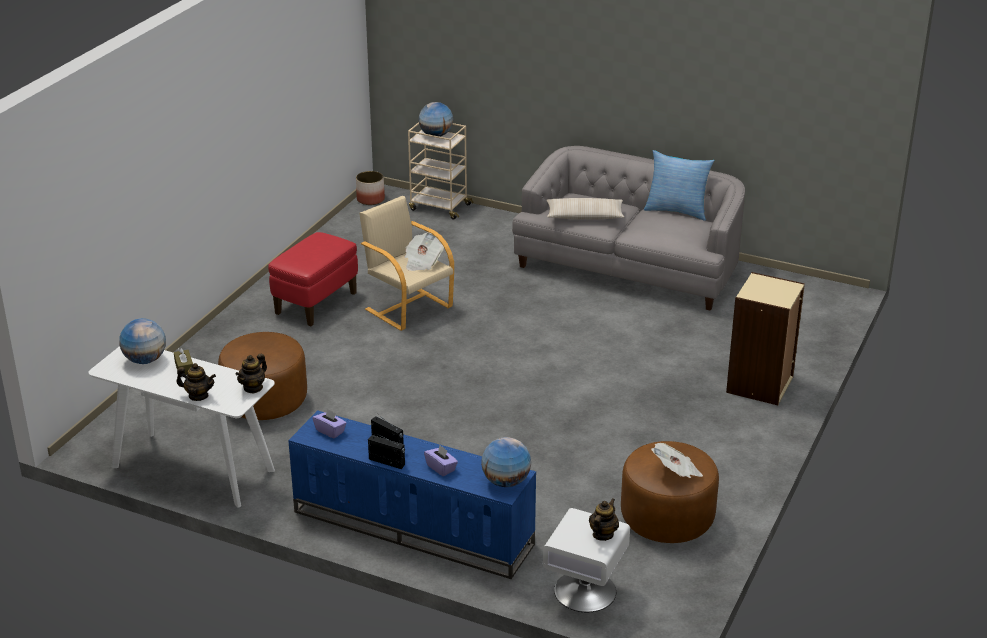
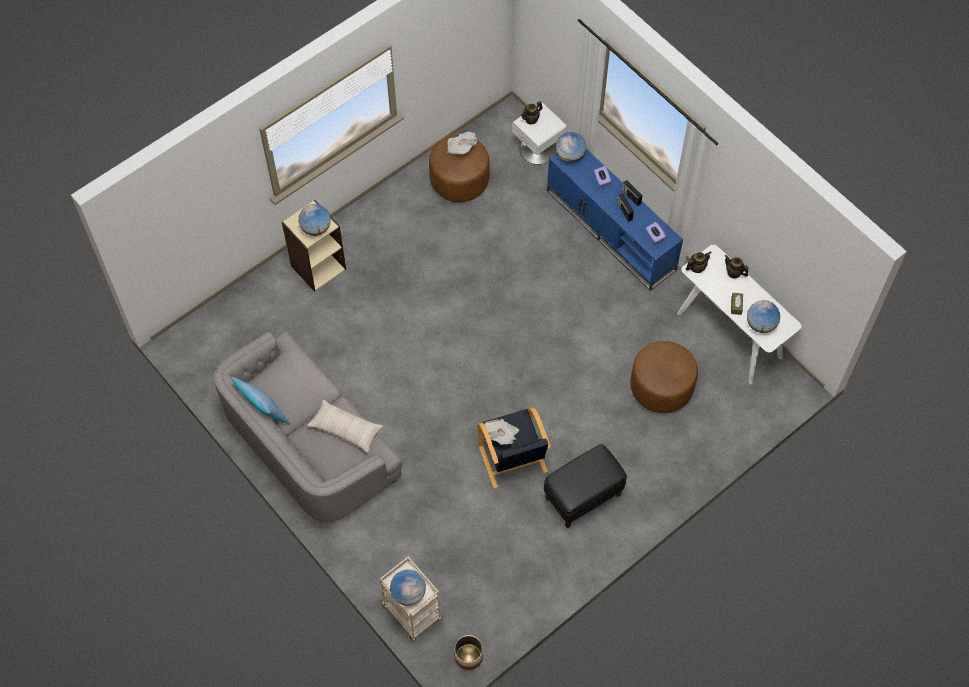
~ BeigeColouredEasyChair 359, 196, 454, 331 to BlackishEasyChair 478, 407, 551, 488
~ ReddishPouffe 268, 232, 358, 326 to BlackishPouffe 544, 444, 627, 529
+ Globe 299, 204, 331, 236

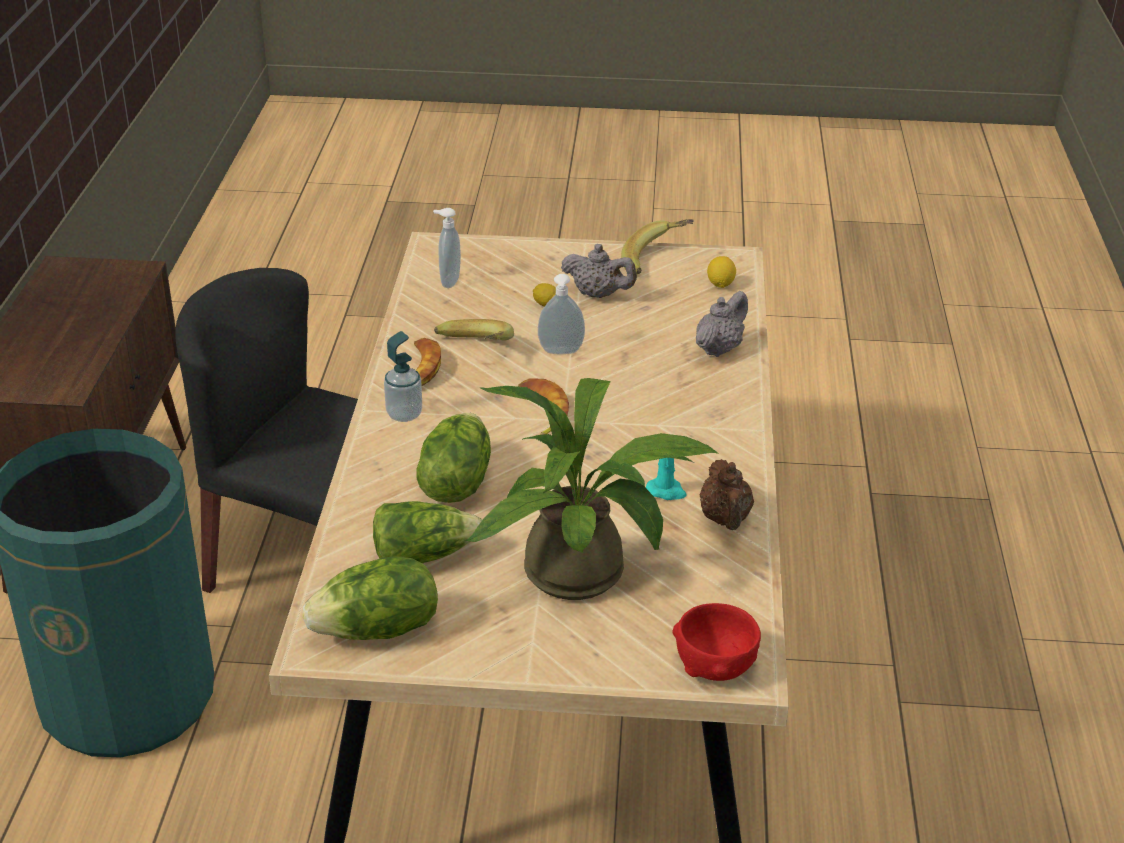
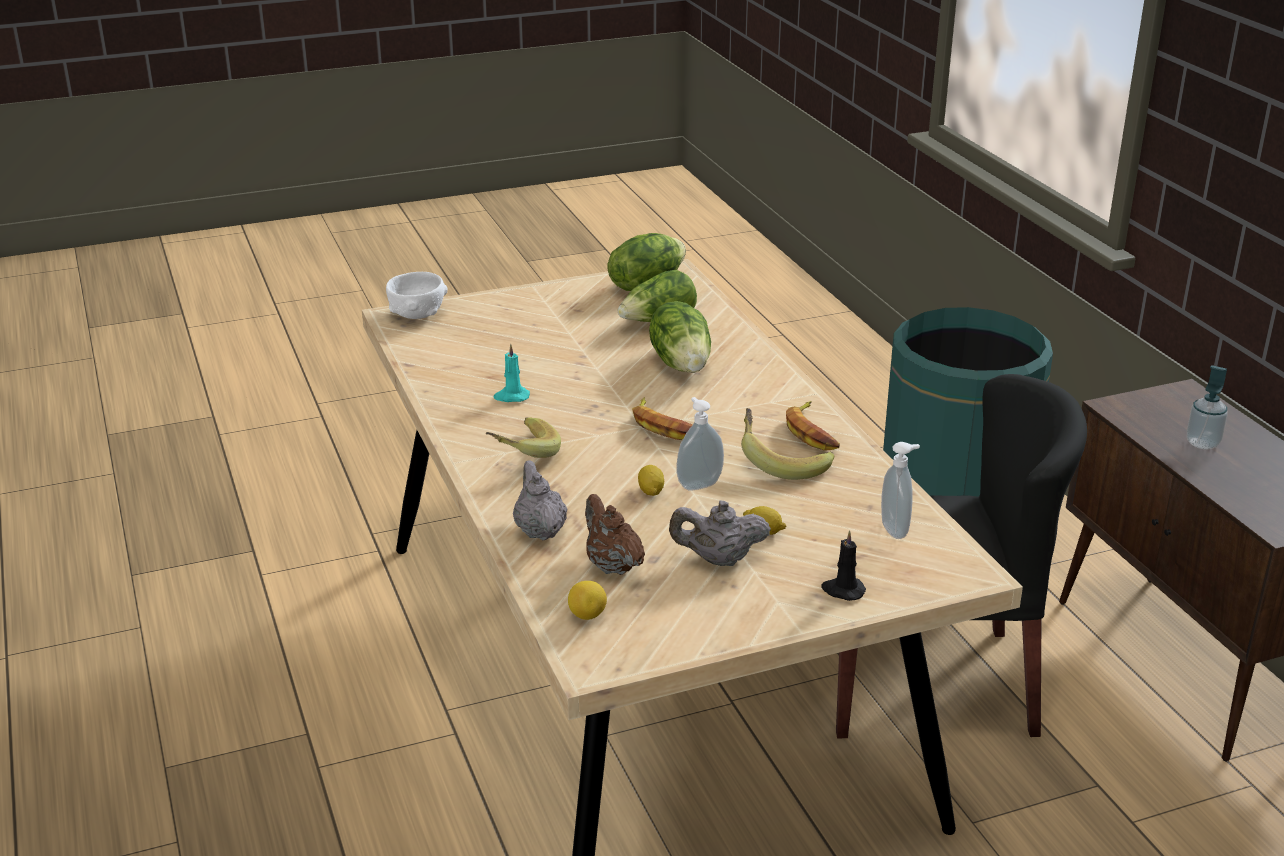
~ WholeBanana 621, 219, 694, 274 to 486, 417, 561, 458
~ GreyTeapot 696, 291, 748, 357 = 513, 460, 567, 540 150 degrees clockwise
~ SoapBottle 384, 331, 422, 422 to 1187, 365, 1228, 450
- Houseplant 465, 378, 719, 600
~ BrownColouredTeapot 699, 459, 754, 530 to 585, 494, 645, 575
~ ReddishServingBowl 672, 603, 761, 681 to WhiteServingBowl 386, 272, 447, 319
+ Lemon 638, 465, 664, 496
+ BlackishWaxLight 821, 530, 866, 601

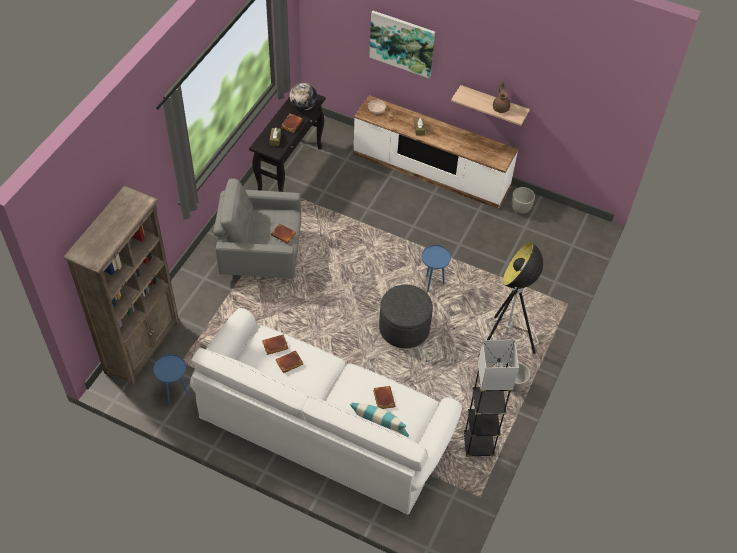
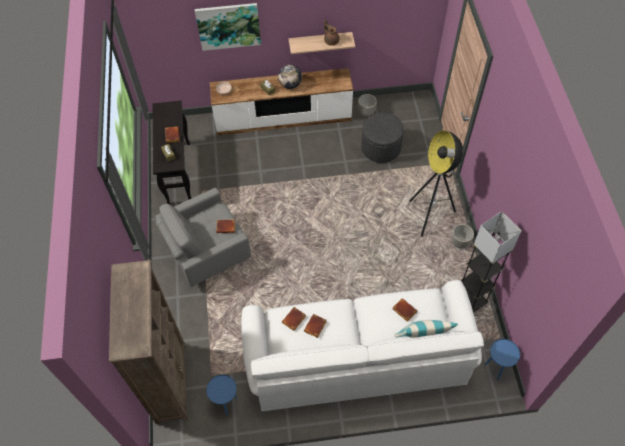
~ Globe 290, 83, 317, 111 to 278, 65, 302, 89
~ BluishEndTable 421, 245, 451, 292 to 484, 339, 520, 380
~ GreyPouffe 379, 284, 433, 348 to 361, 113, 404, 163

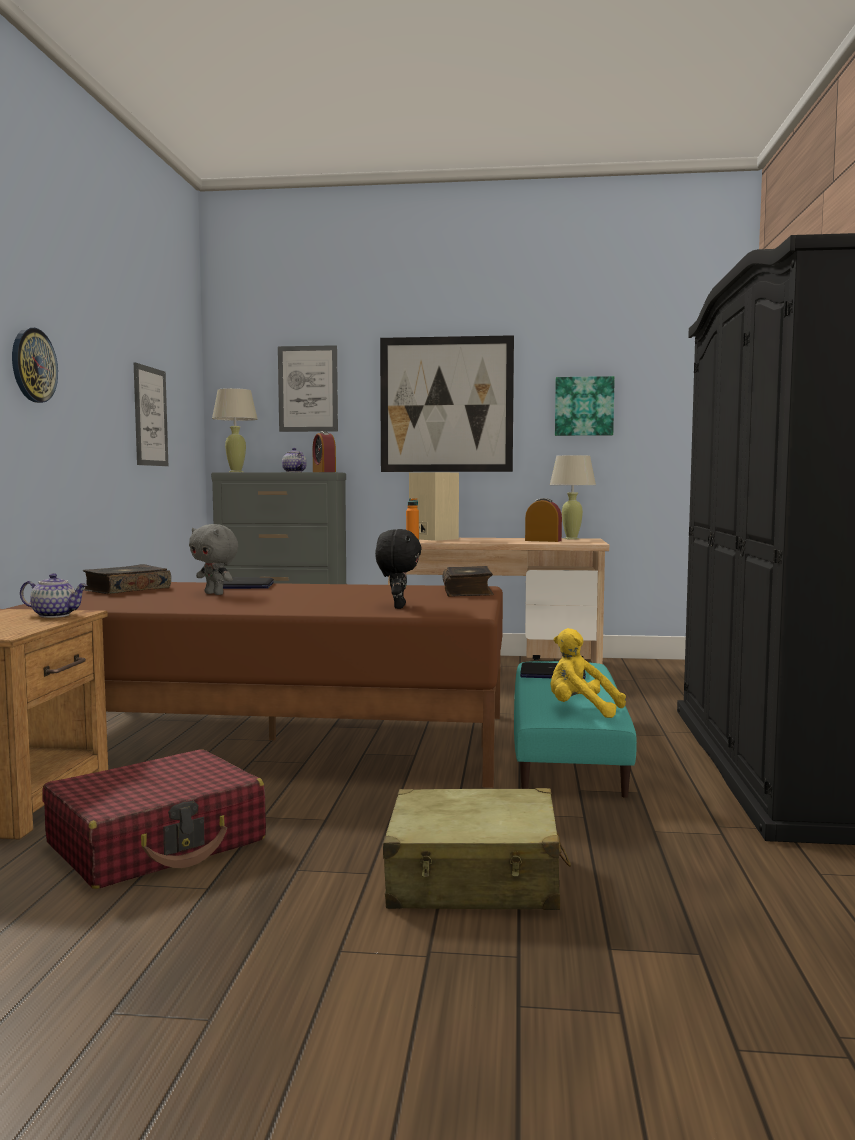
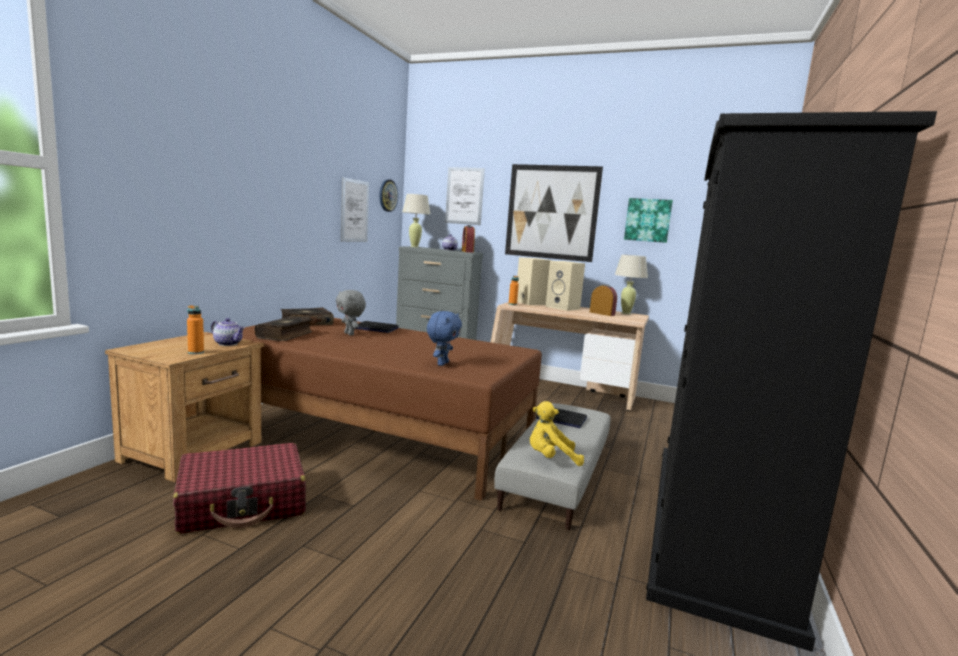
~ ClockOnTheWall 12, 328, 58, 403 to 379, 179, 398, 212
~ BlackishSoftToy 375, 529, 422, 609 to BluishSoftToy 427, 311, 462, 366
~ BoundBook 443, 566, 494, 596 to 255, 316, 313, 341
~ YellowSoftToy 550, 628, 626, 718 = 530, 401, 584, 466 45 degrees counterclockwise
~ TurquoiseColouredPouffe 514, 661, 637, 798 to GreyPouffe 494, 403, 611, 530
- BeigeColouredSuitcase 383, 788, 571, 910
+ BeigeColouredSpeaker 546, 261, 585, 311
+ OrangeColouredBottle 187, 305, 204, 354

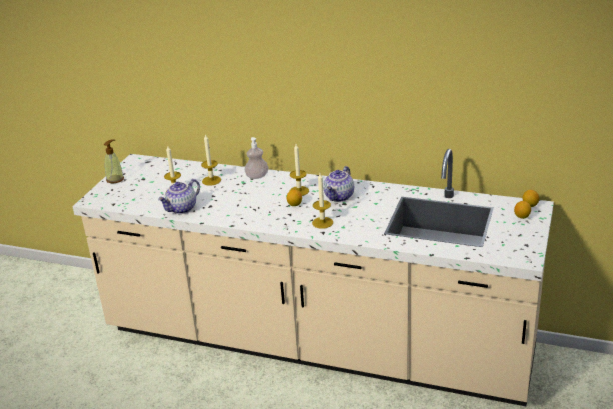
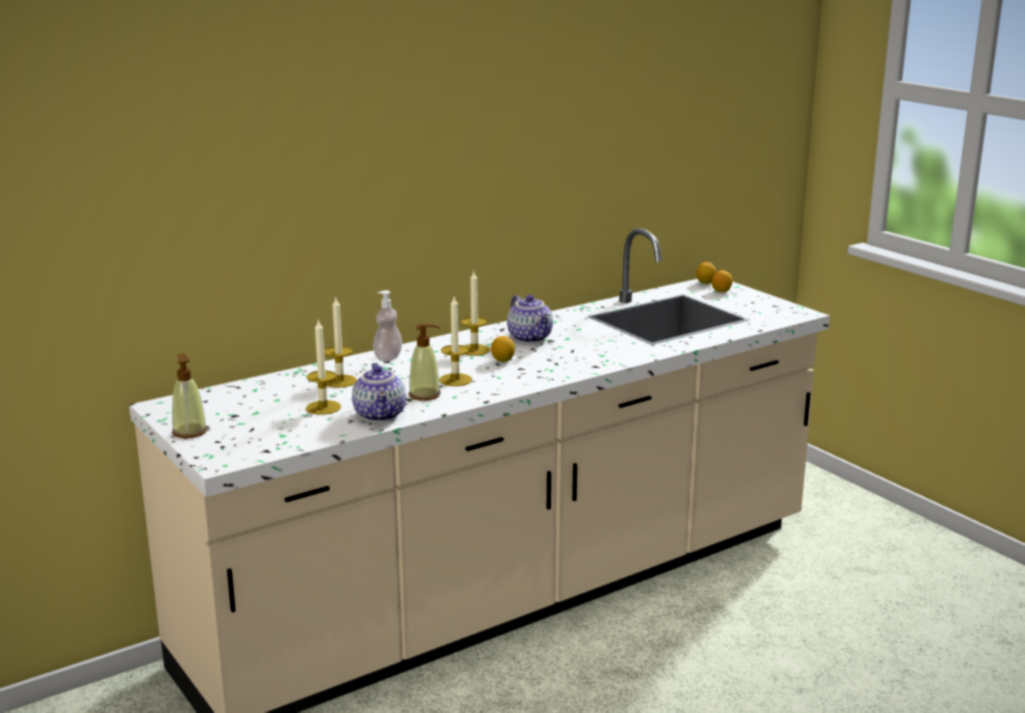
~ WaxLight 312, 173, 333, 229 to 439, 297, 472, 386
+ SoapBottle 409, 323, 441, 401

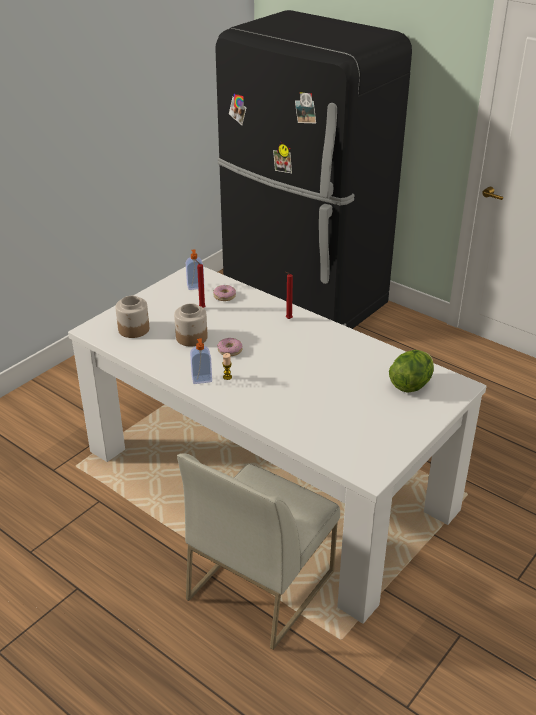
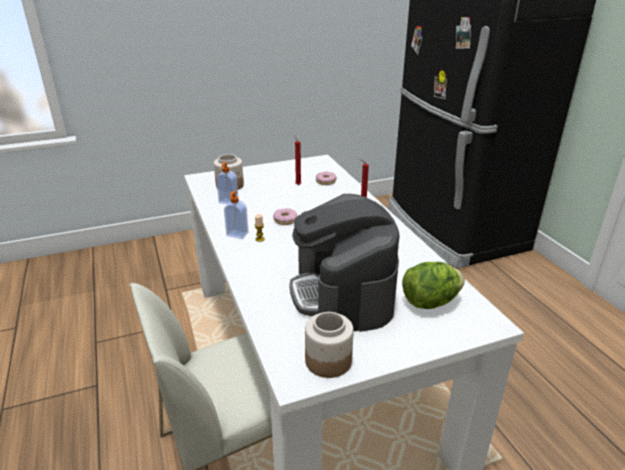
~ SoapBottle 186, 249, 205, 290 to 216, 162, 239, 204
~ StorageJar 174, 303, 208, 347 to 305, 312, 354, 378
+ CoffeeMaker 290, 194, 399, 332

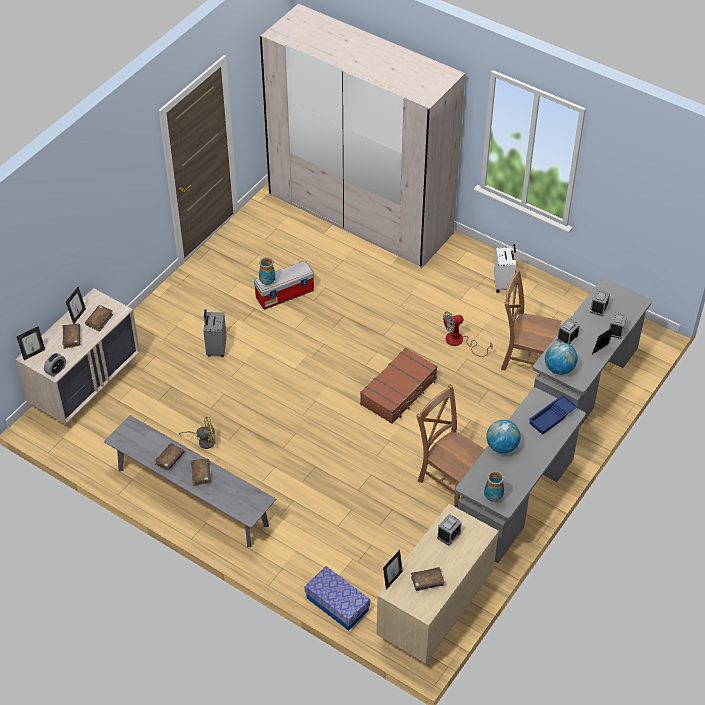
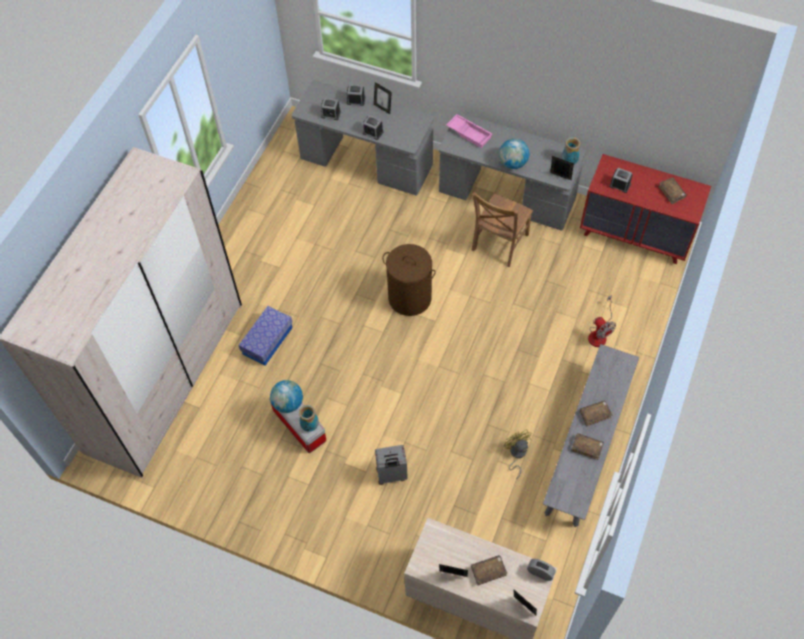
- WhiteSuitcase 494, 244, 516, 293
- BrownColouredPlainChair 501, 269, 561, 370
- BrownColouredBoundBook 85, 305, 113, 332
~ CoolingFan 443, 311, 493, 357 to 588, 295, 616, 347
~ Globe 545, 342, 578, 375 to 270, 380, 303, 413
~ BrownColouredSuitcase 360, 347, 438, 424 to BrownColouredWashingBasket 382, 244, 436, 316
~ BluishServingTray 528, 394, 578, 435 to PinkColouredServingTray 446, 114, 492, 148
~ BeigeColouredDrawerChest 377, 504, 499, 664 to ReddishDrawerChest 580, 154, 711, 264
~ PictureFrame 383, 550, 403, 590 to 550, 156, 574, 180
~ StorageBin 305, 566, 370, 631 to 238, 306, 292, 366

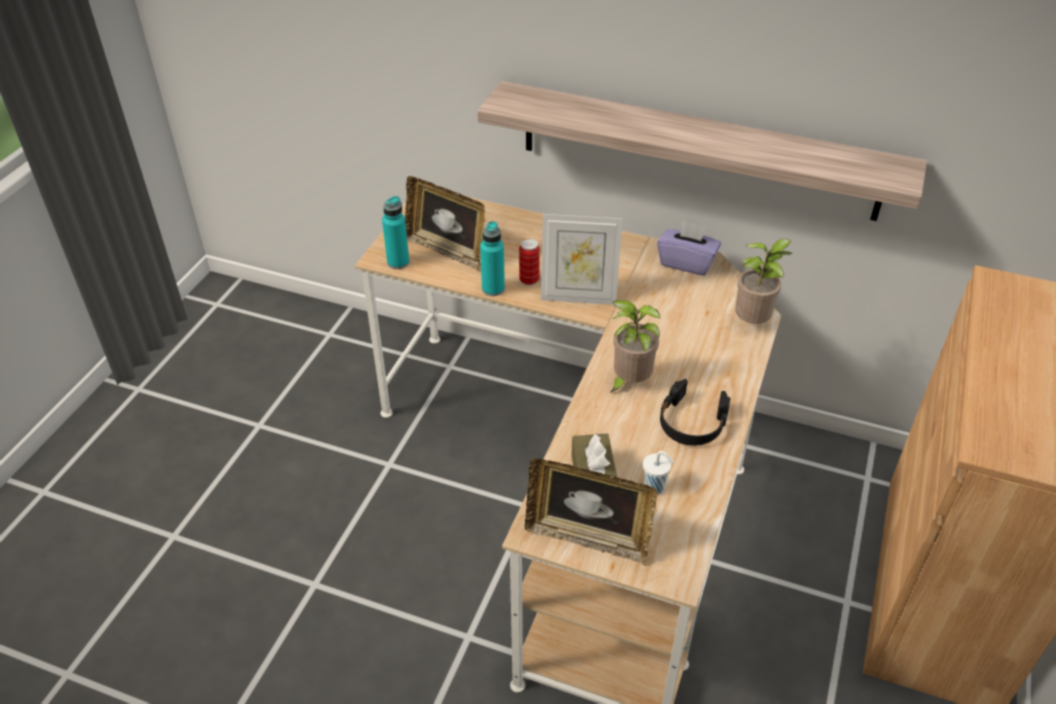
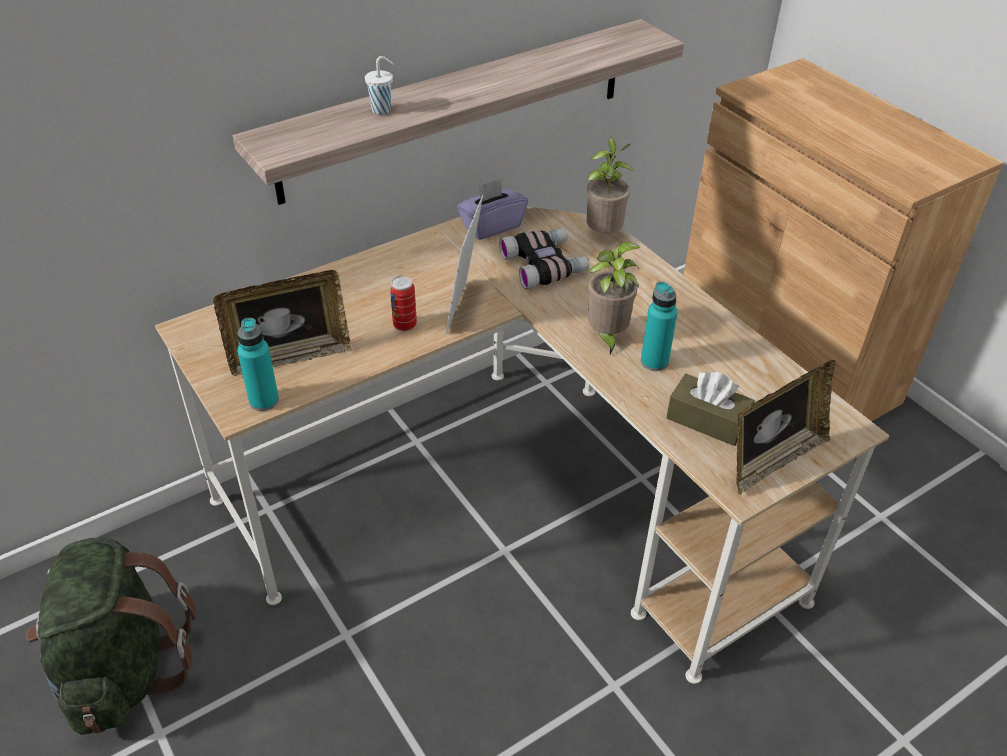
~ PictureFrame 541, 214, 623, 305 = 446, 195, 483, 334 150 degrees clockwise
~ TurquoiseColouredBottle 480, 221, 505, 296 to 641, 281, 678, 371
- BlackishHeadset 660, 379, 731, 446
~ WhiteSmallCup 643, 451, 675, 494 to 365, 56, 393, 115
+ FieldGlasses 499, 229, 589, 289
+ GreenishBackpack 25, 537, 196, 735

